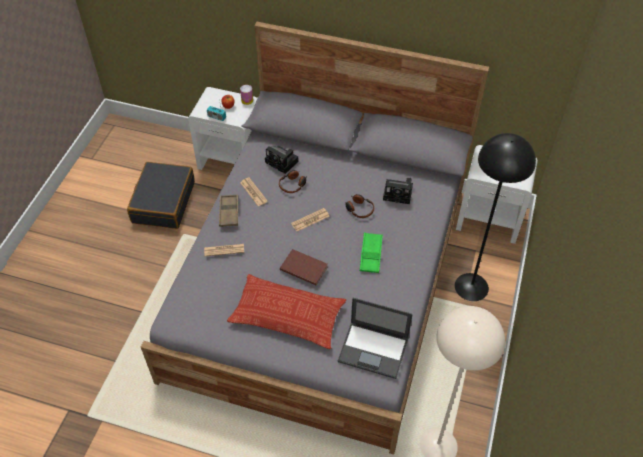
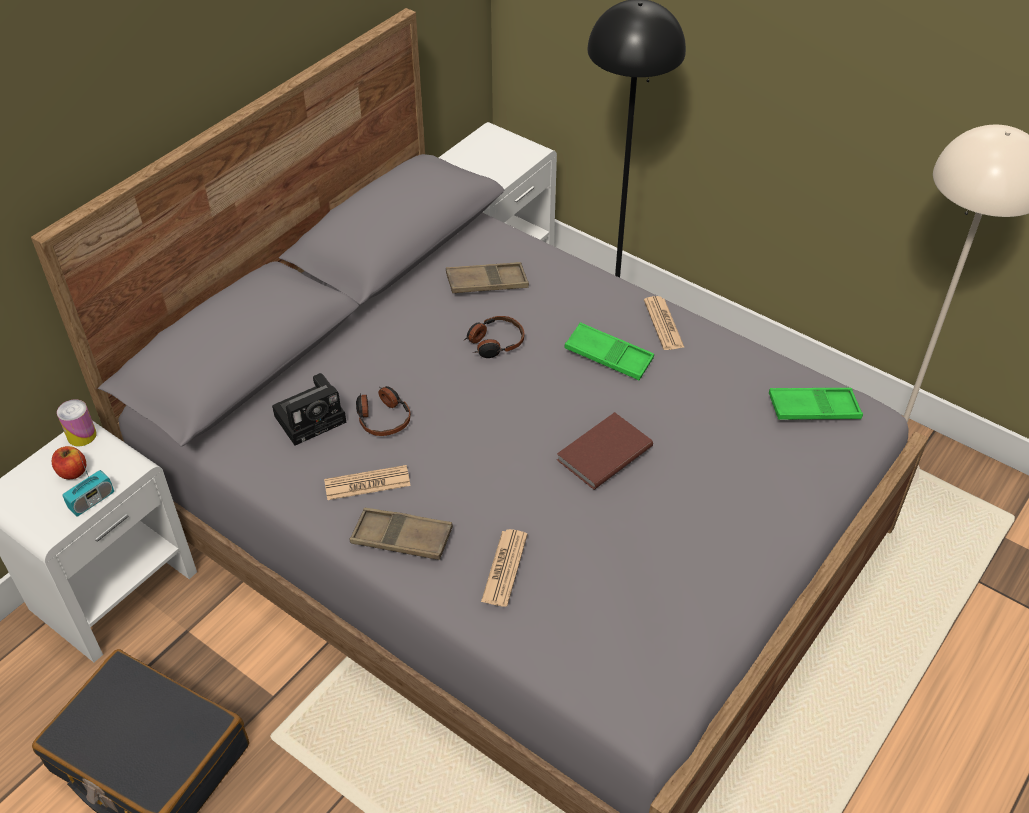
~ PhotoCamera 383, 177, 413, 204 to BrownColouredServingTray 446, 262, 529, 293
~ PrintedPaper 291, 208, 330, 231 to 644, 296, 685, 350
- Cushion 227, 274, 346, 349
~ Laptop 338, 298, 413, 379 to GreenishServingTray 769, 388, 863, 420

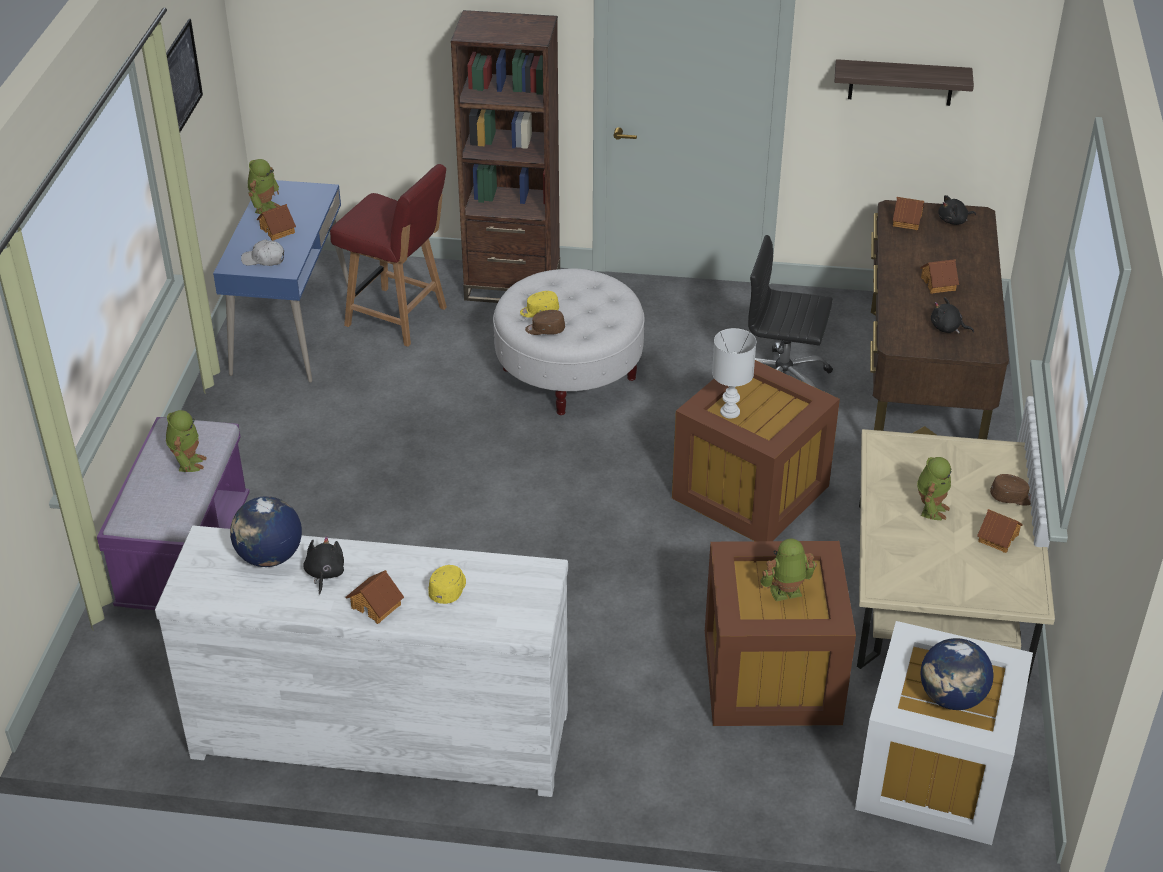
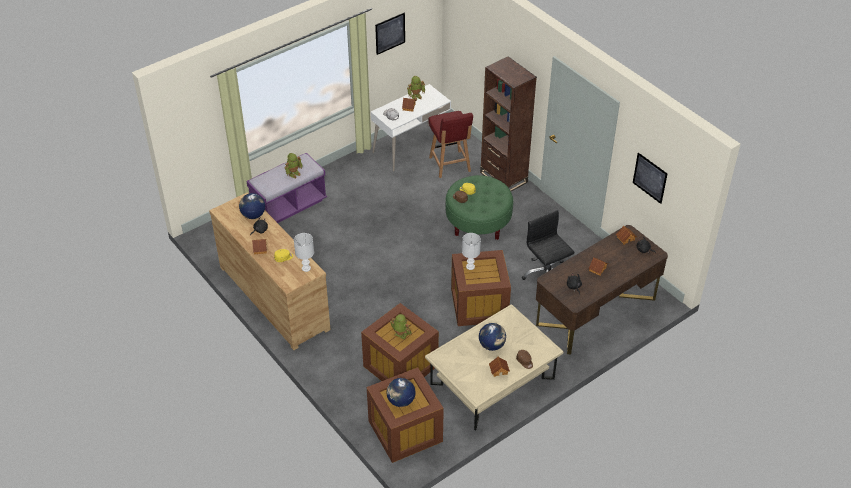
~ BracketShelf 835, 59, 974, 106 to WallPicture 633, 153, 667, 204
~ BluishDesk 213, 180, 348, 383 to WhiteDesk 371, 84, 451, 171
~ WhitePouffe 493, 268, 644, 415 to GreenishPouffe 446, 175, 513, 240
~ RobotFigure 917, 457, 952, 520 to Globe 479, 323, 506, 351
~ WhiteDrawerChest 155, 525, 568, 797 to BrownColouredDrawerChest 209, 192, 331, 350
~ WhiteStorageBin 855, 621, 1033, 845 to BrownColouredStorageBin 367, 367, 444, 463
+ WhiteLampForATable 294, 233, 314, 272

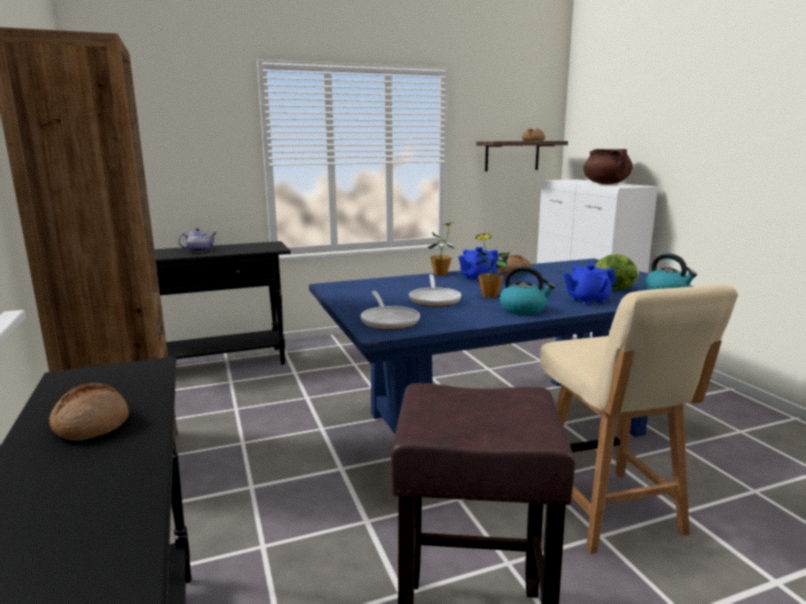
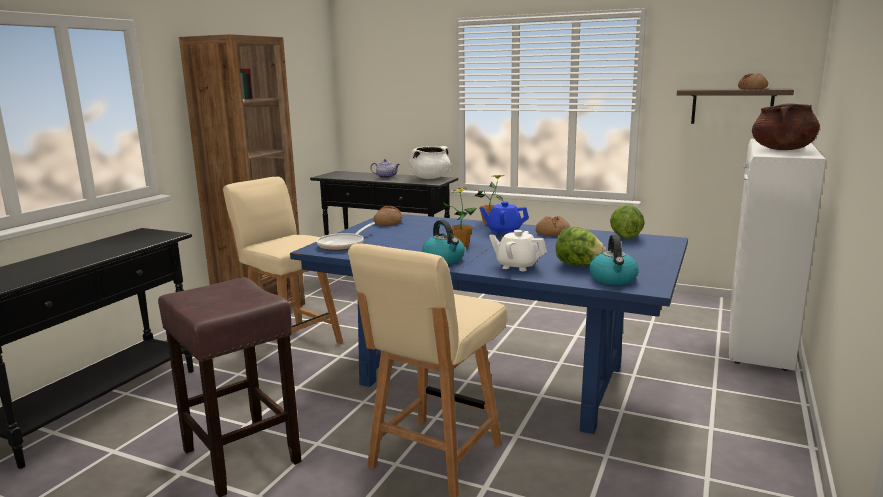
~ BluishTeapot 564, 264, 616, 305 to WhiteTeapot 489, 230, 547, 271
- Skillet 409, 274, 461, 307
~ BakedBread 49, 383, 129, 441 to 374, 206, 402, 225
+ WhiteCookingPot 409, 146, 451, 179
+ BeigeColouredPlainChair 223, 177, 343, 344
+ HeadOfLettuce 610, 204, 645, 239

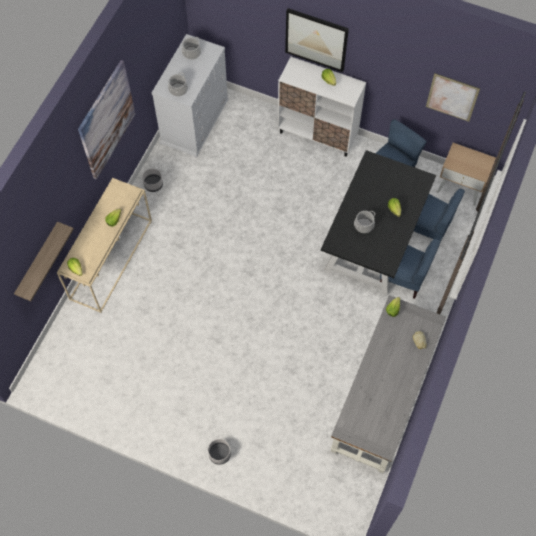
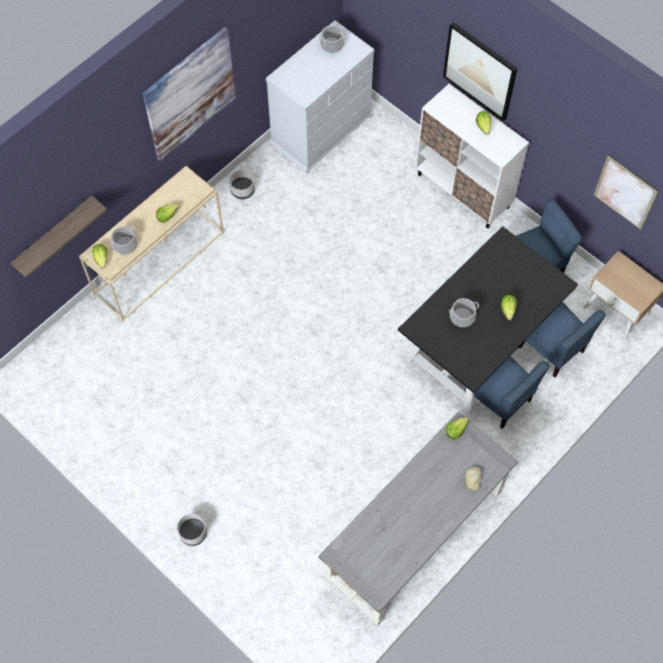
~ CookingPot 168, 72, 188, 96 to 110, 225, 138, 255

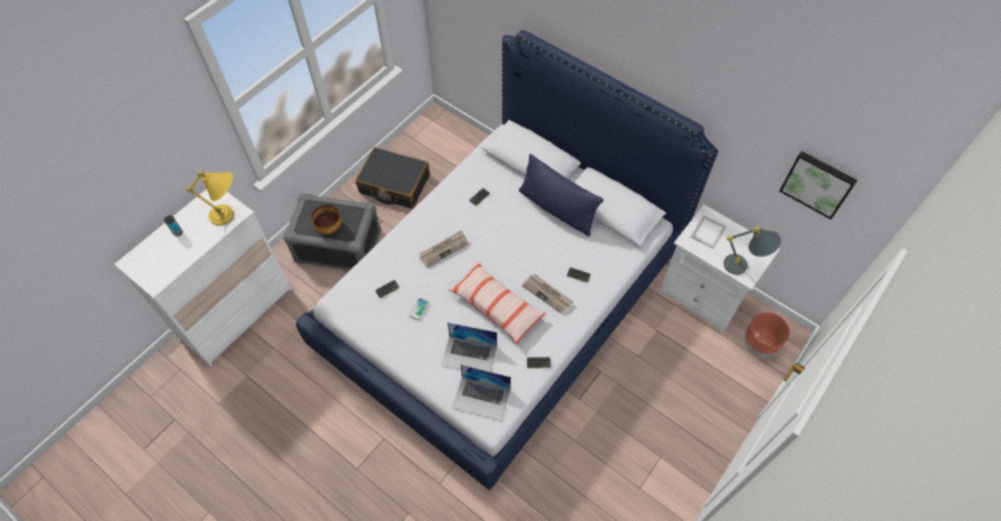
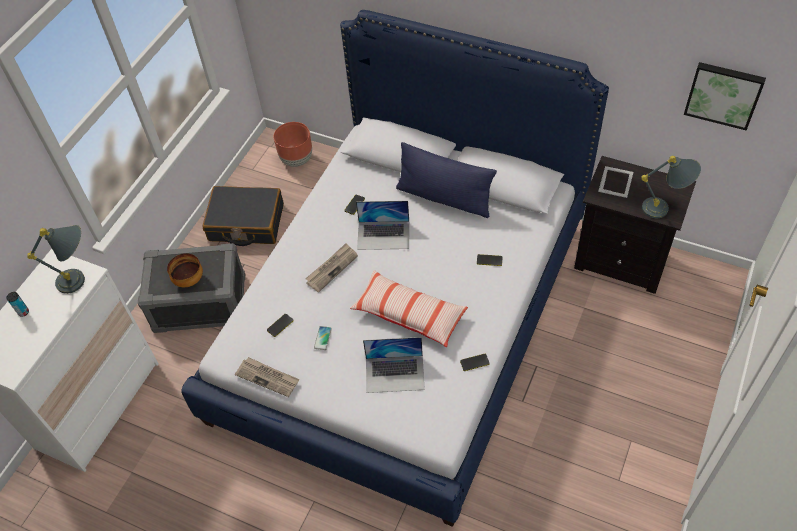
~ YellowLampForATable 187, 171, 234, 225 to GreyLampForATable 27, 225, 85, 294
~ WhiteNightTable 659, 205, 780, 333 to BlackishNightTable 574, 156, 696, 294
~ PrintedPaper 522, 274, 573, 314 to 235, 357, 299, 397
~ BrownColouredPlanter 745, 312, 790, 357 to 274, 122, 312, 167
~ Laptop 452, 364, 511, 421 to 356, 201, 409, 250

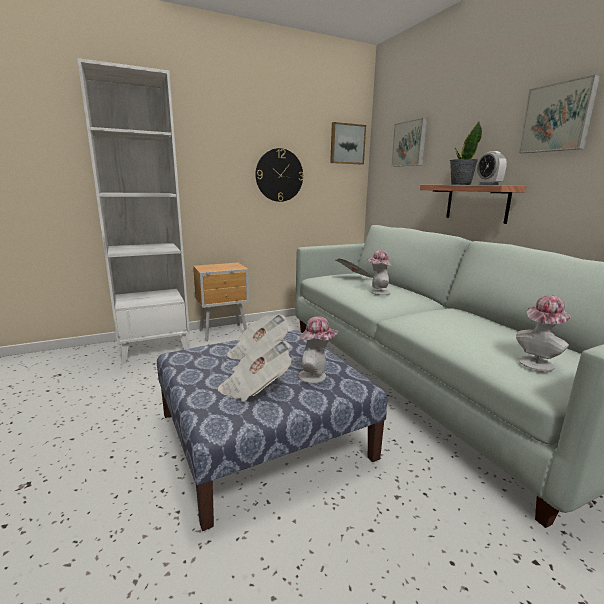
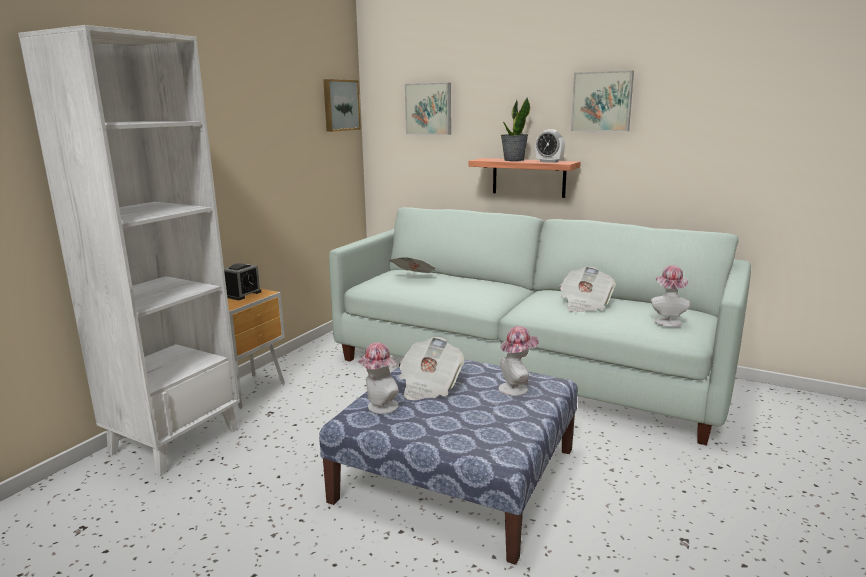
- ClockOnTheWall 255, 148, 304, 202
~ WearableHat 367, 250, 392, 295 to 357, 343, 399, 414
~ PrintedPaper 218, 341, 292, 402 to 560, 266, 616, 312
+ AlarmClock 224, 263, 261, 300

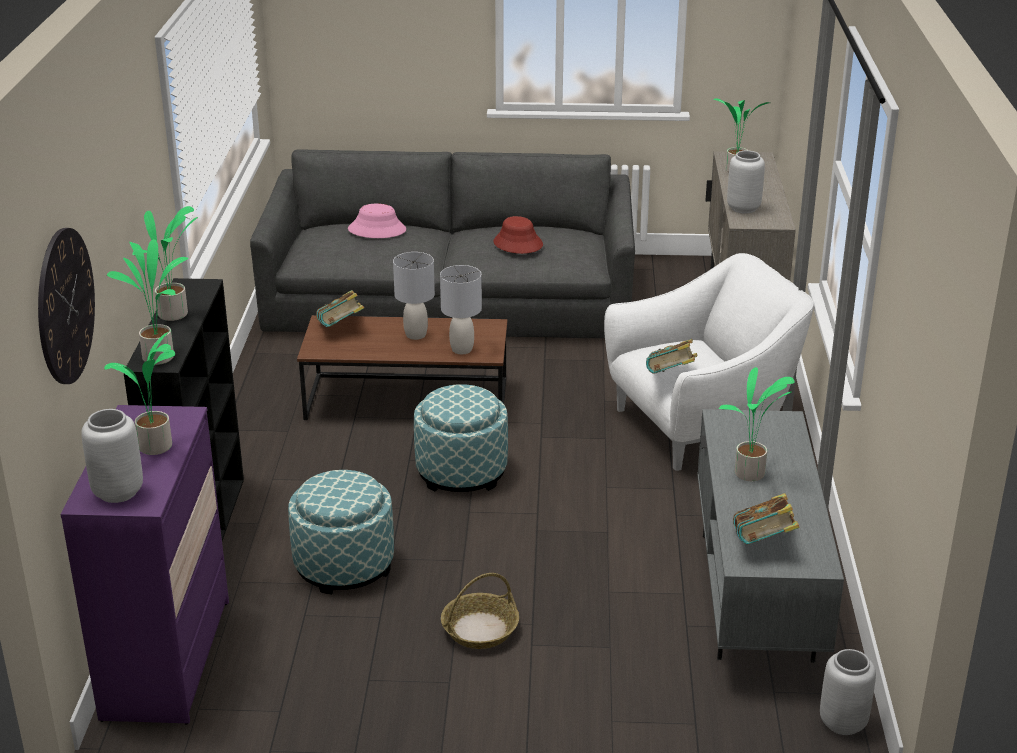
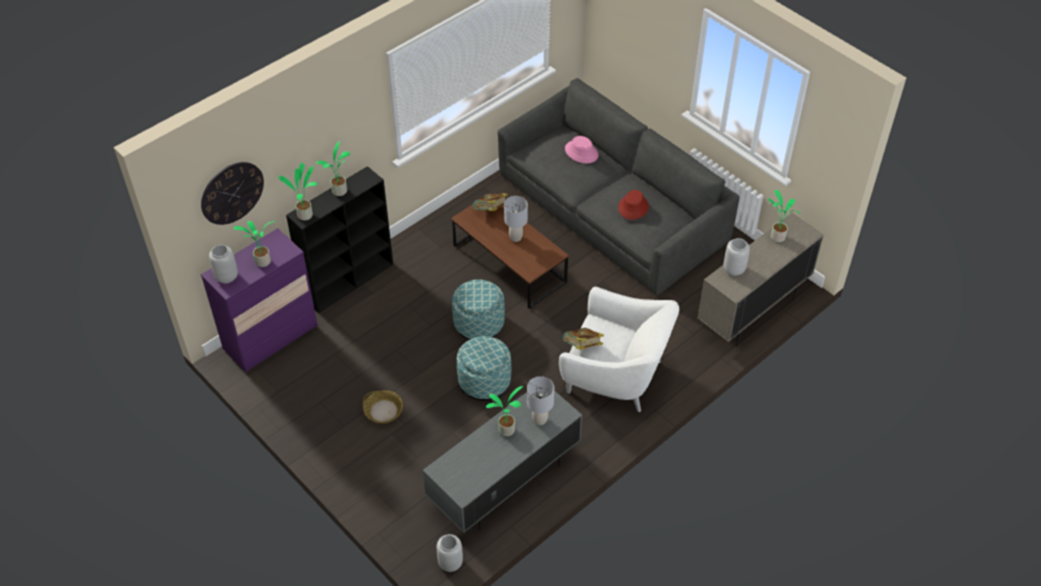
~ GreyLampForATable 440, 265, 482, 354 to 527, 376, 554, 425
~ Pouffe 288, 470, 394, 594 to 457, 336, 511, 401
- BoundBook 733, 493, 800, 544

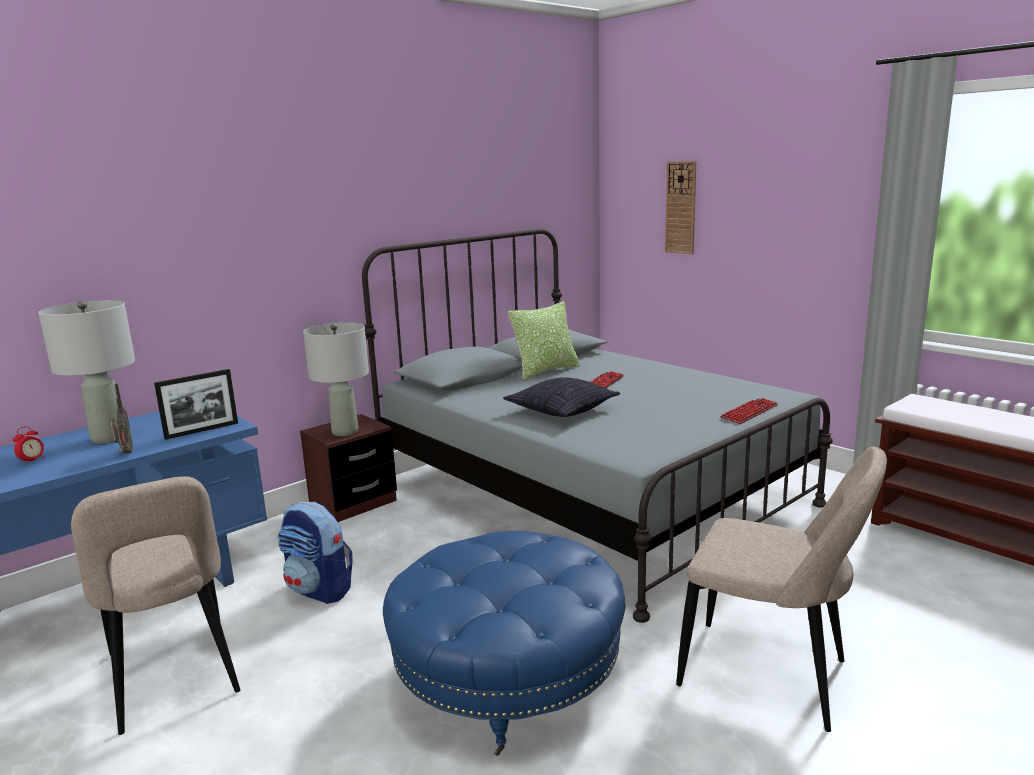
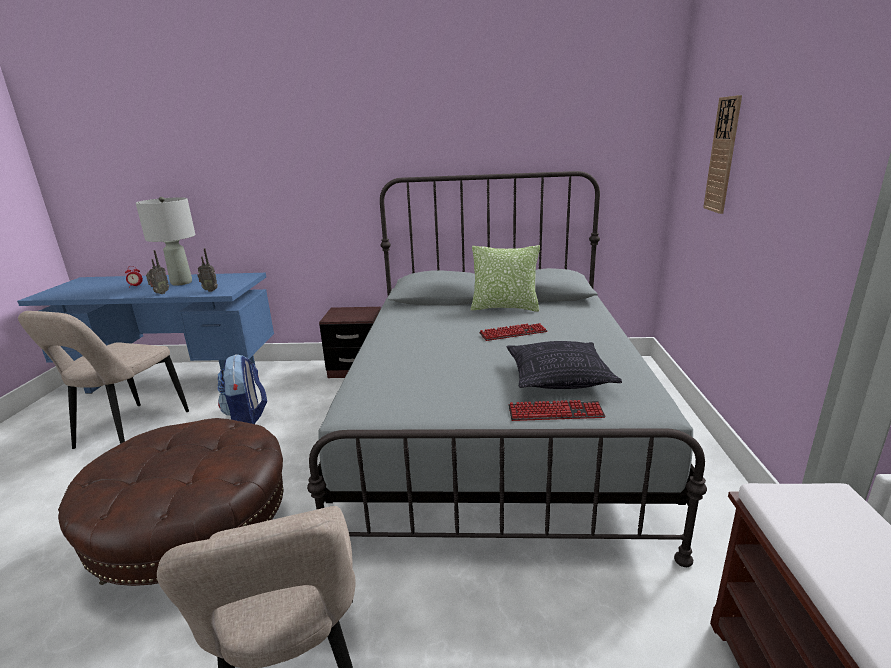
- GreyLampForATable 303, 322, 369, 436
~ PictureFrame 154, 369, 238, 440 to Radio 197, 248, 218, 292
~ Cushion 503, 377, 620, 417 to 507, 341, 622, 389
~ BluishPouffe 383, 531, 626, 756 to BrownColouredPouffe 58, 418, 284, 586

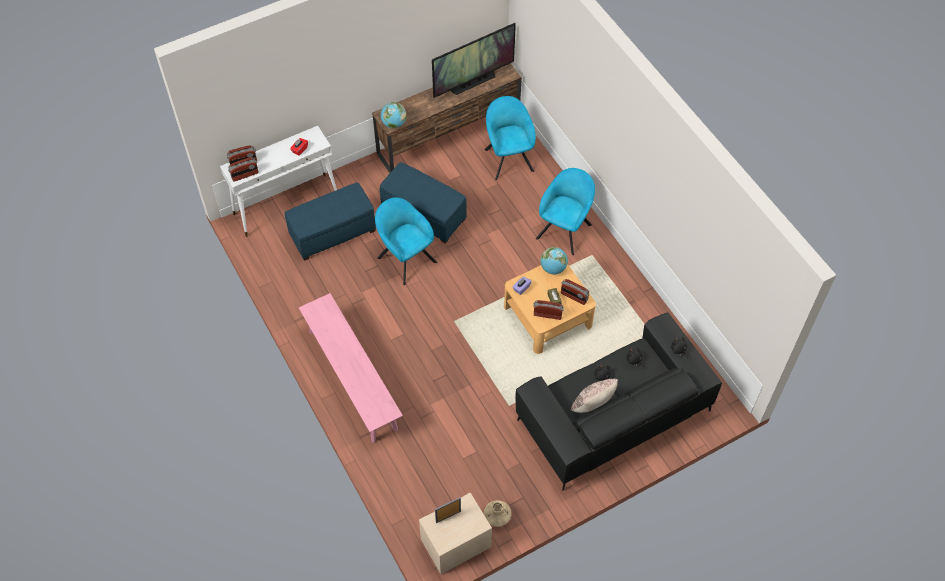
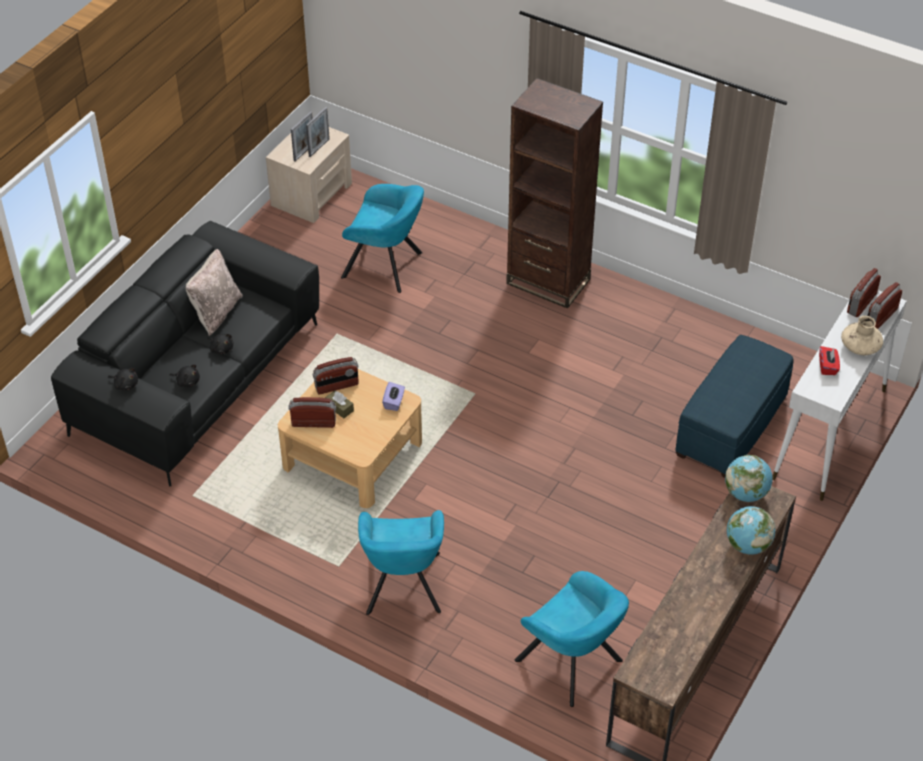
- Tv 432, 23, 516, 98
- BluishPouffe 379, 162, 467, 244
~ TurquoiseColouredEasyChair 375, 197, 437, 285 to 341, 184, 424, 293
~ Globe 540, 247, 568, 274 to 727, 506, 776, 555
~ PinkColouredBench 299, 293, 403, 443 to BrownColouredShelvingUnit 506, 78, 603, 309
~ BeigeColouredVase 484, 500, 512, 527 to 841, 316, 883, 355
+ PictureFrame 291, 111, 313, 162

